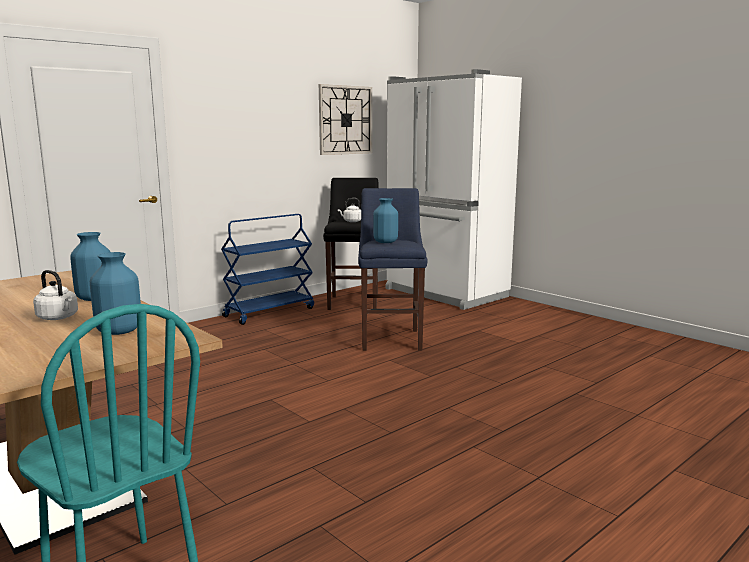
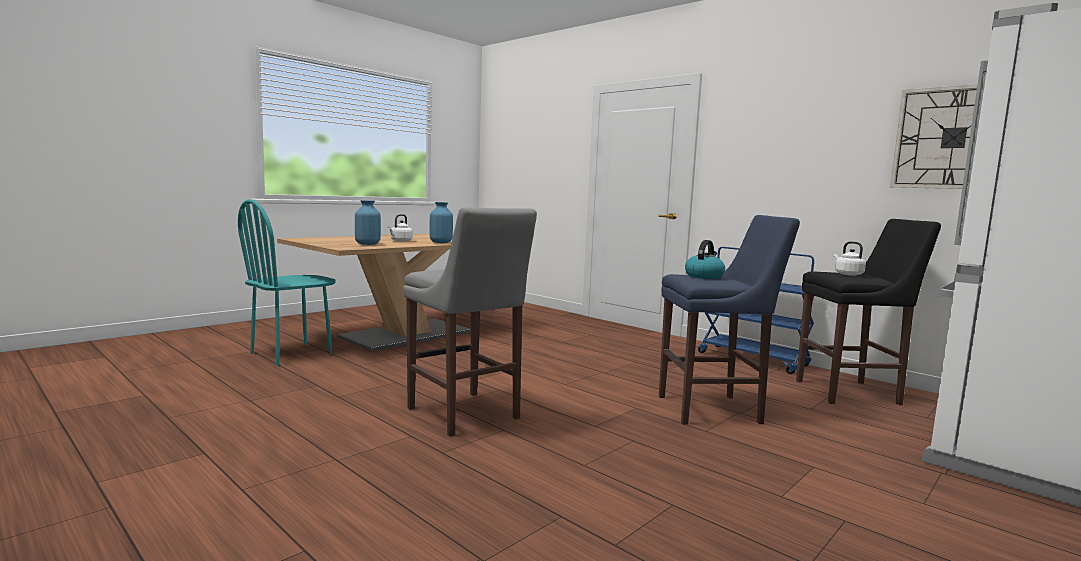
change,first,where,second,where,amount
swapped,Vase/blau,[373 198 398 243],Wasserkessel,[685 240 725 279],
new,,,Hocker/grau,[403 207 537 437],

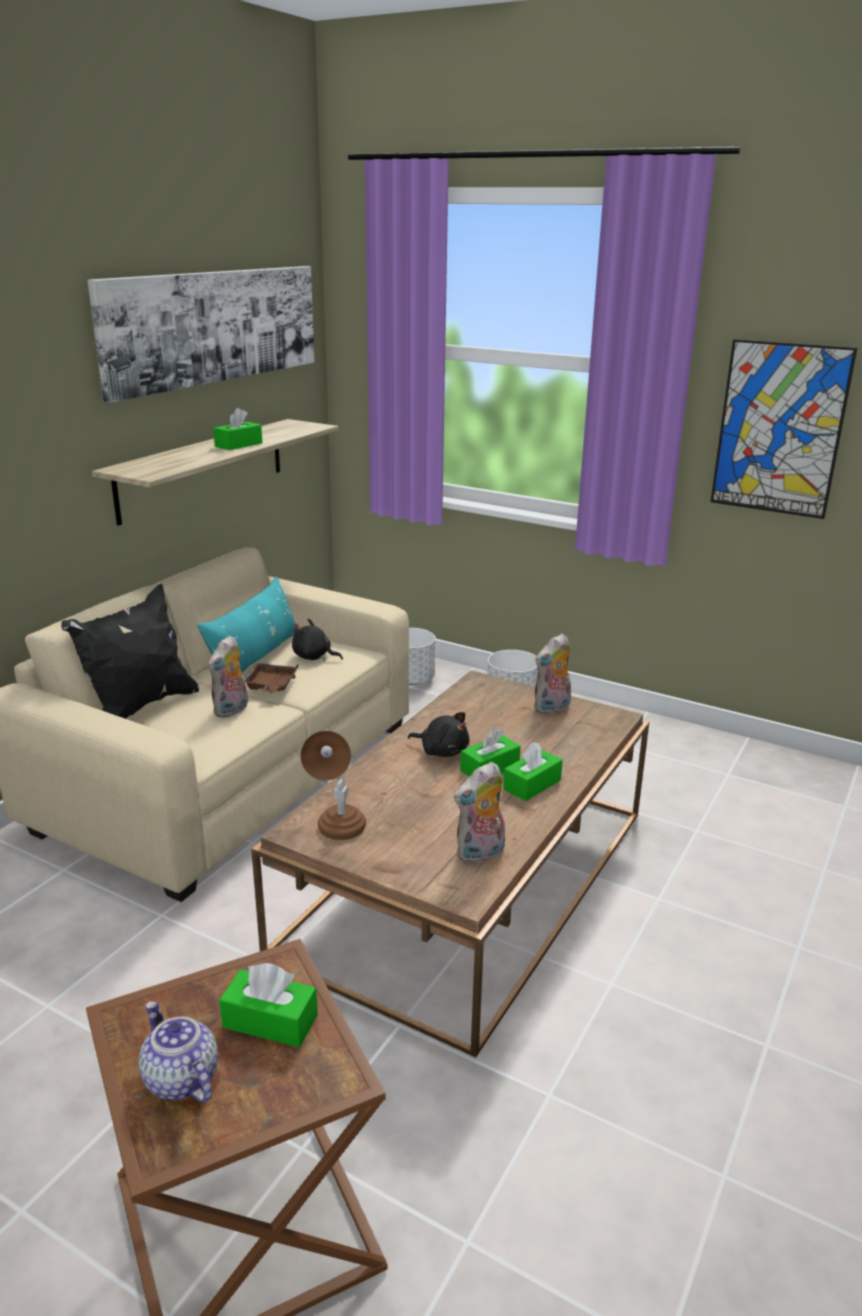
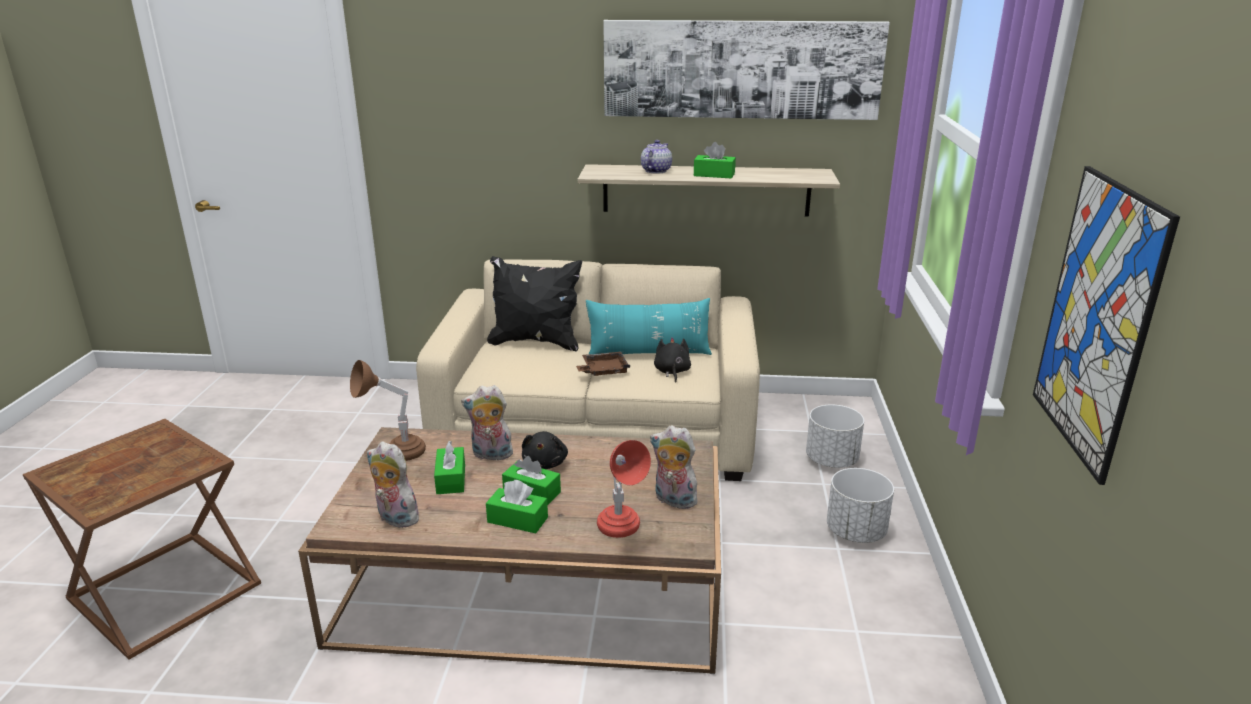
change,first,where,second,where,amount
shifted,Teekanne,[139 1001 218 1103],,[641 140 672 173],
shifted,Plüschtier,[208 635 248 718],,[461 385 515 460],
shifted,Taschentuchbox/grün,[219 963 318 1047],,[434 441 465 494],
new,,,Tischlampe/rot,[597 440 651 538],

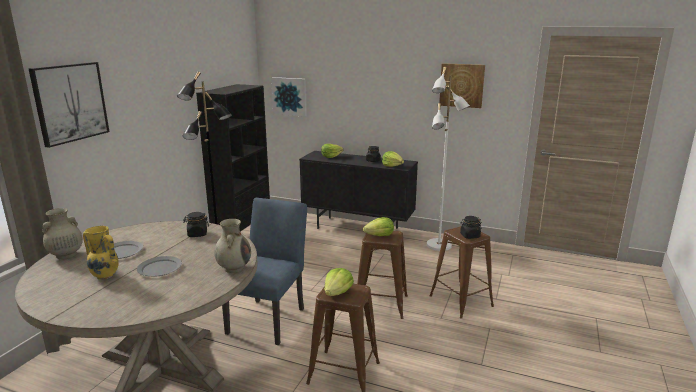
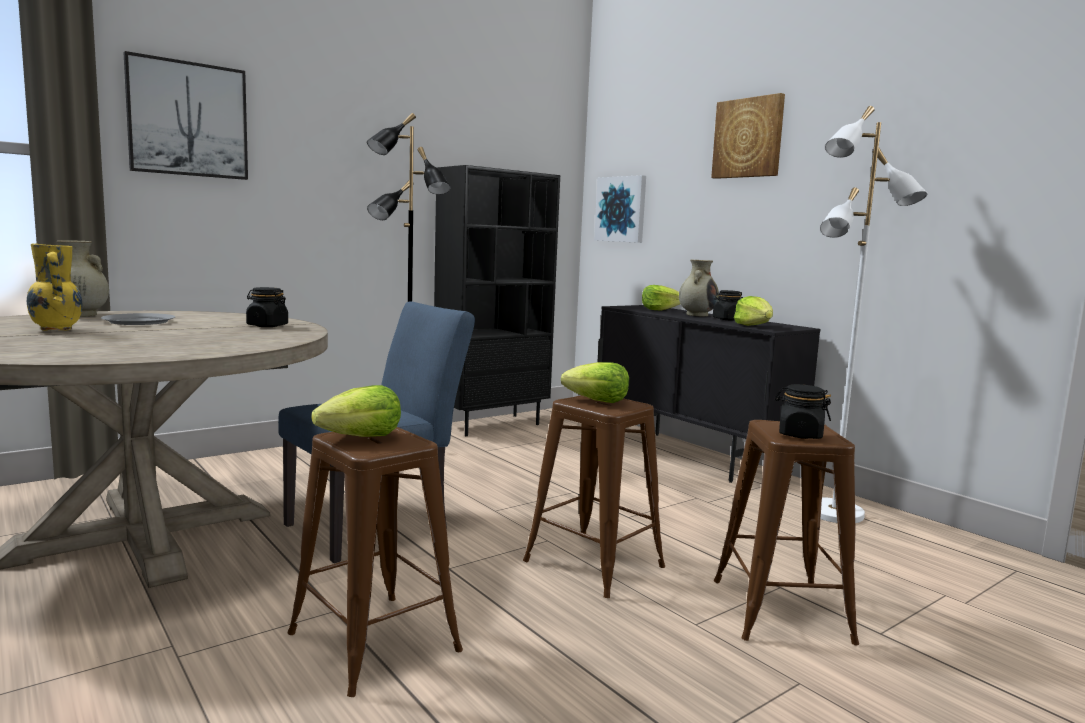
change,first,where,second,where,amount
gone,Teller/grau,[137 256 182 277],,,
shifted,Vase/beige,[214 219 251 273],,[679 260 719 316],
shifted,Bild,[439 63 485 108],,[711 93 785 179],

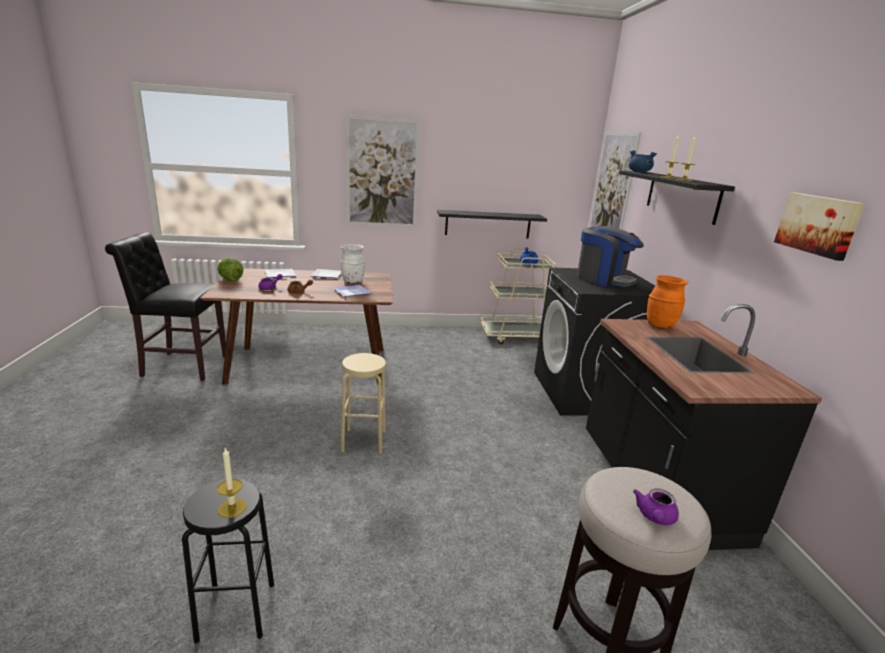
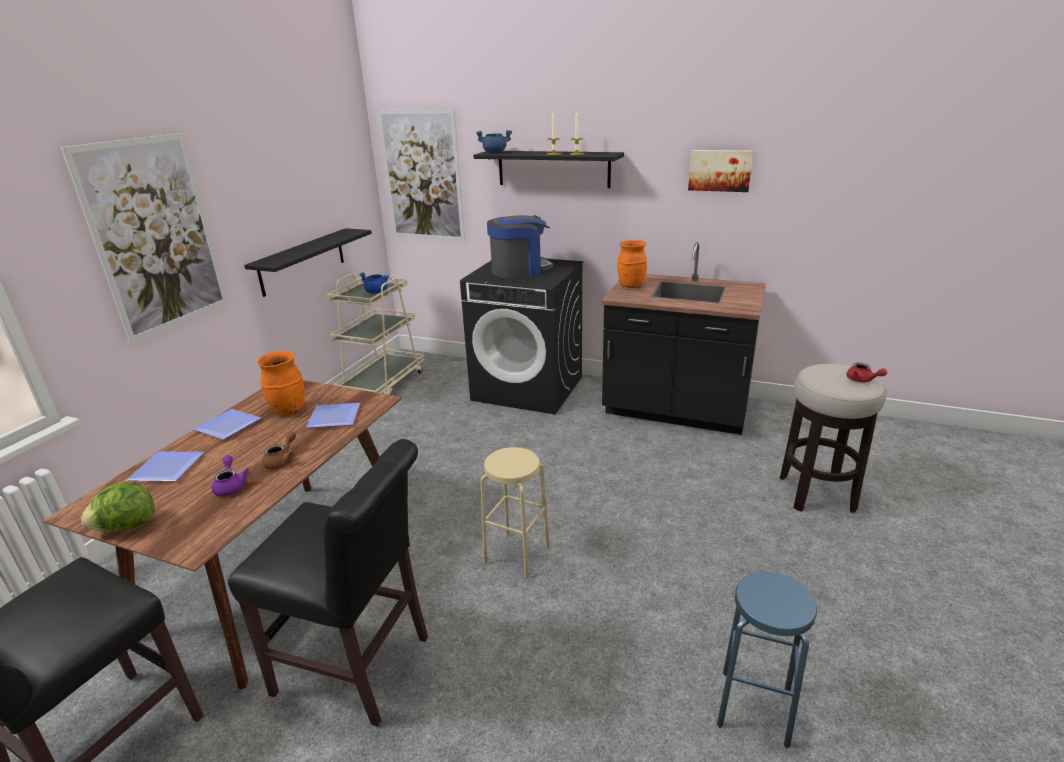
change,first,where,second,where,amount
repainted,Hocker/schwarz,[182 479 274 644],Hocker/blau,[717 571 817 748],
gone,Kerze,[217 448 247 518],,,
repainted,Vase/weiß,[340 244 365 284],Vase/orange,[257 351 305 416],
repainted,Teekanne/lila,[633 488 679 525],Teekanne/rot,[846 362 887 382],
new,,,Stuhl/schwarz,[228 439 428 727],

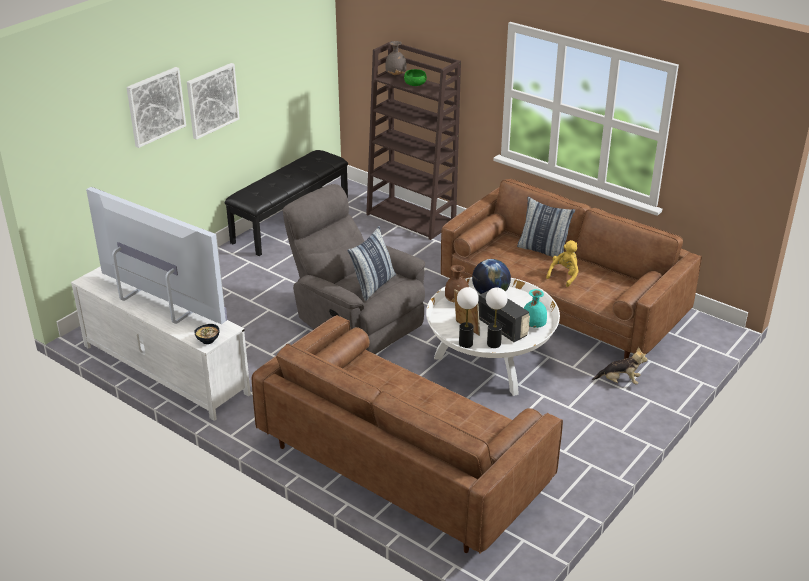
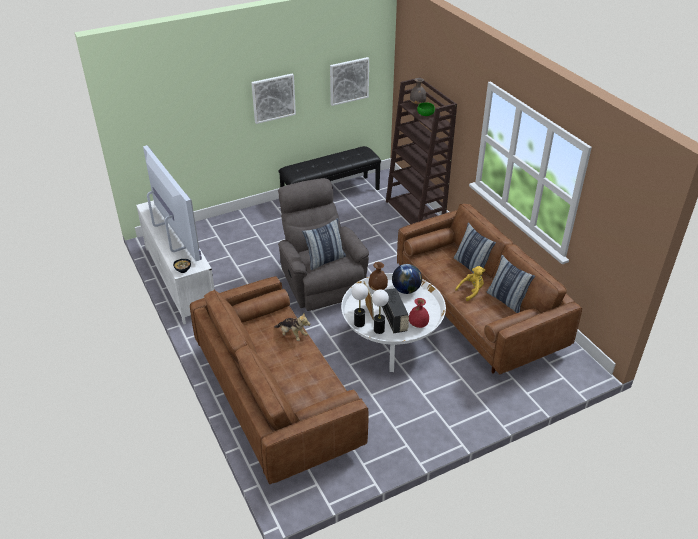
change,first,where,second,where,amount
shifted,Bild,[126 67 186 148],,[330 57 369 106],
repainted,Vase/türkis,[524 289 547 328],Vase/rot,[409 298 429 328],
shifted,Plüschtier,[592 347 648 384],,[274 313 311 341],
new,,,Kissen,[487 255 535 313],

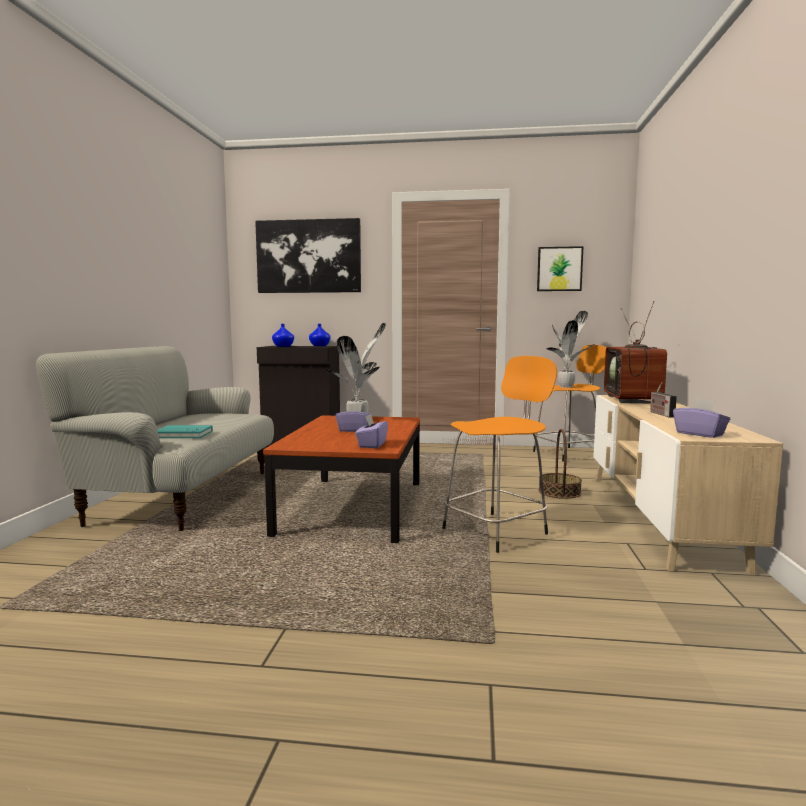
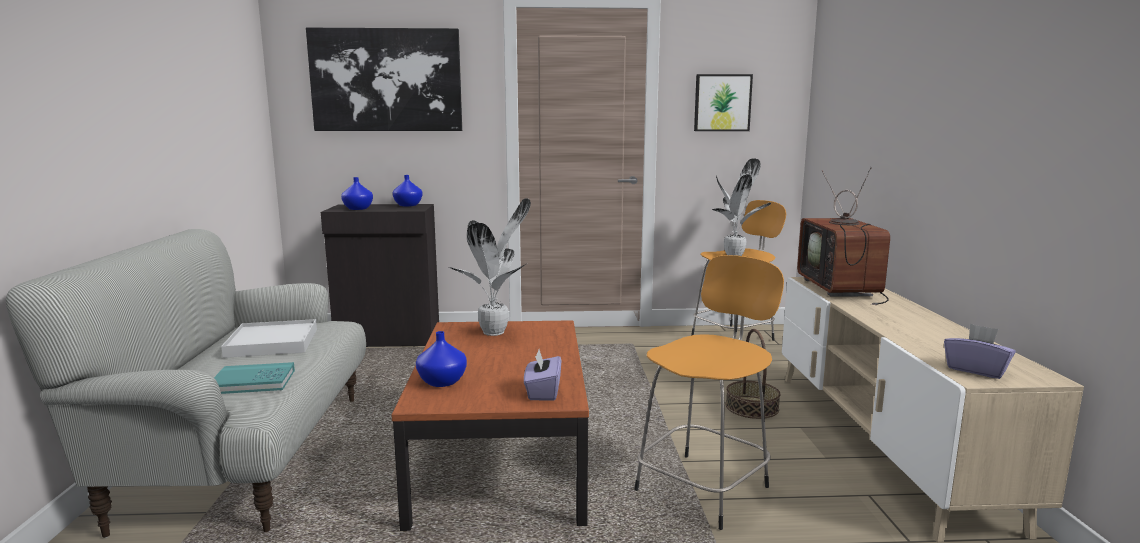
change,first,where,second,where,amount
gone,Taschentuchbox/lila,[336 403 370 432],,,
gone,Radio,[650 382 677 417],,,
new,,,Tablett/weiß,[221 319 317 358],
new,,,Vase/blau,[416 331 467 387],

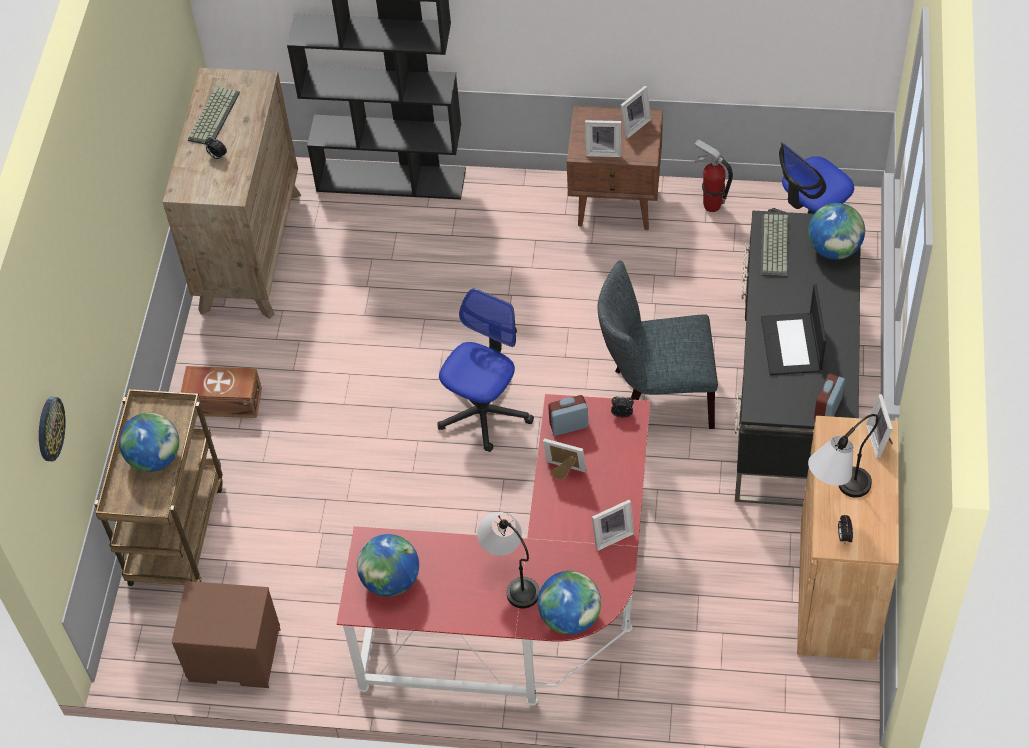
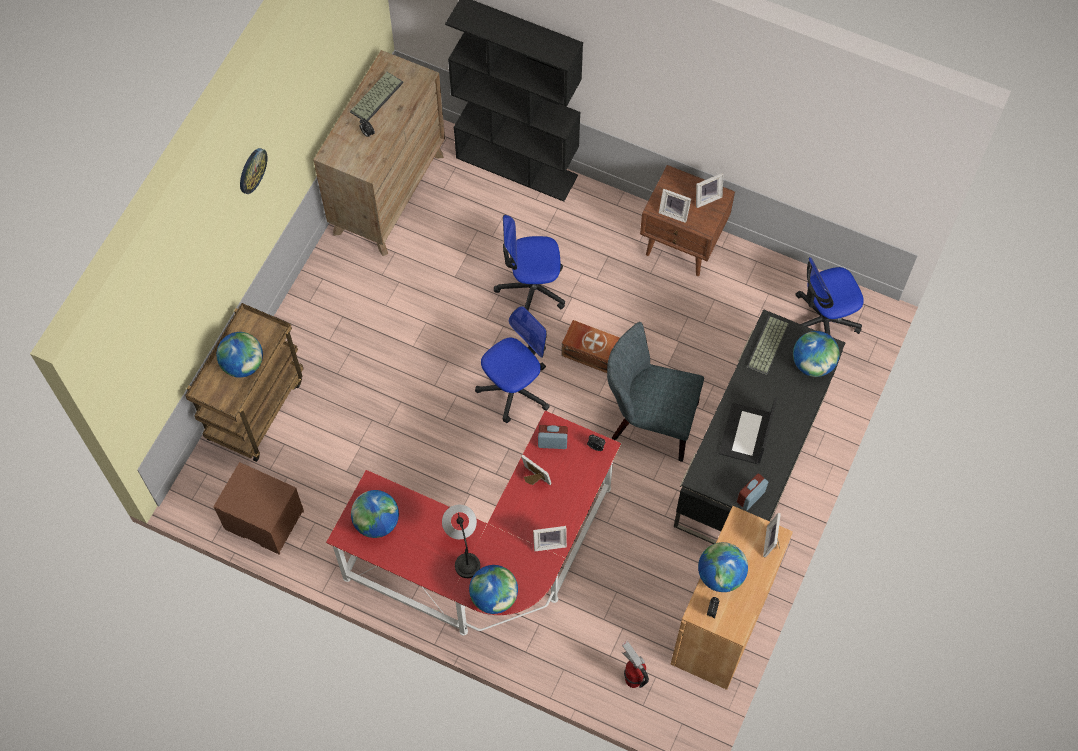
change,first,where,second,where,amount
shifted,Wanduhr,[39 397 66 461],,[240 148 267 194],
shifted,Aufbewahrungsbox/braun,[181 366 262 418],,[561 320 620 373],
shifted,Feuerlöscher,[694 139 733 212],,[622 641 649 688],
swapped,Tischlampe,[808 414 878 498],Globus,[698 542 748 592],
new,,,Bürostuhl,[494 215 565 311],

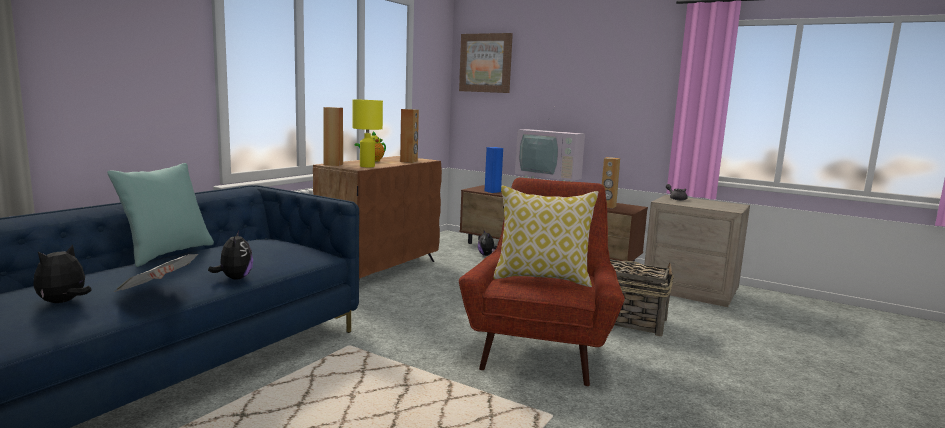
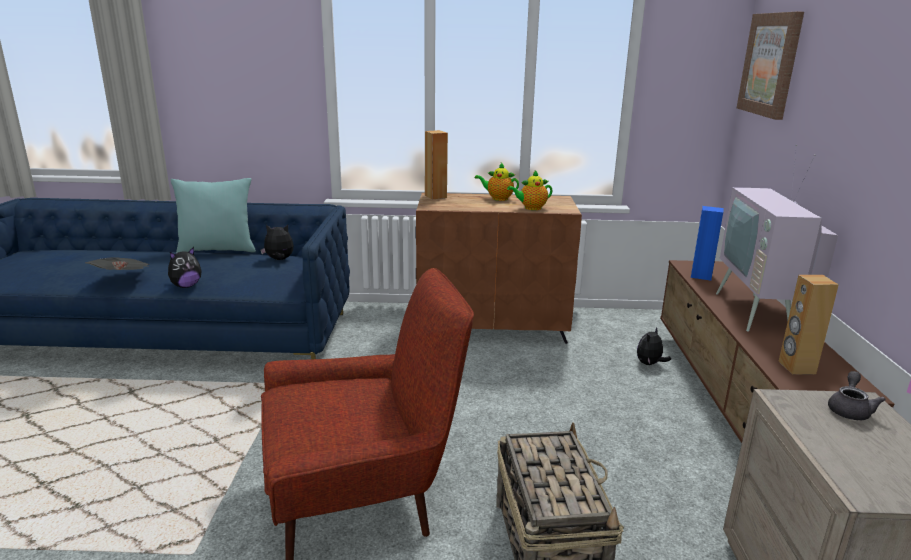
change,first,where,second,where,amount
shifted,Plüschtier,[33 244 92 303],,[260 224 294 260],
gone,Tischlampe/gelb,[352 99 383 167],,,
swapped,Lautsprecher/braun,[400 109 419 163],Teekanne,[507 170 553 210],
gone,Kissen,[493 186 598 287],,,

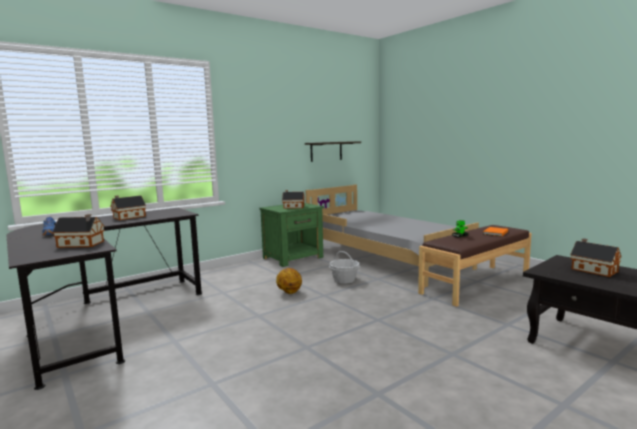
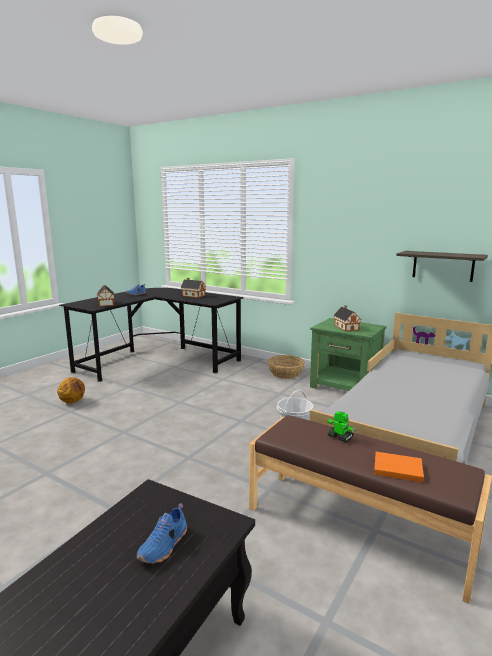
change,first,where,second,where,amount
shifted,Basketball,[276 268 302 294],,[57 377 85 403],
swapped,Spielzeughaus,[570 238 622 277],Schuh/blau,[137 503 187 564],
new,,,Korb,[268 355 305 379],

